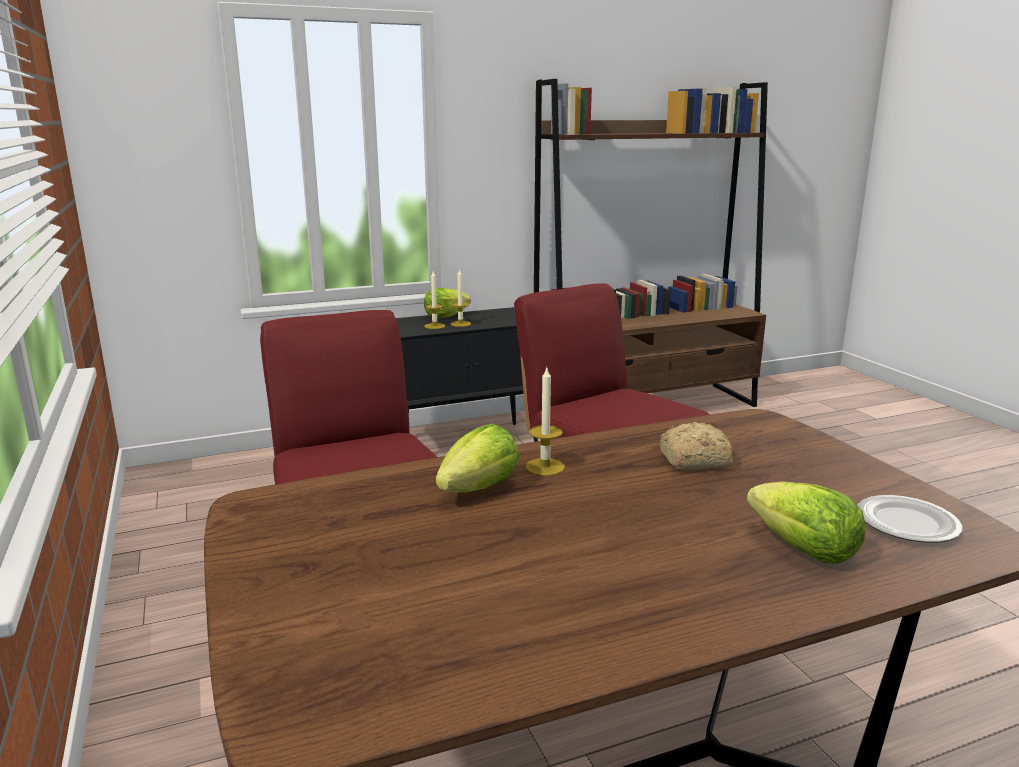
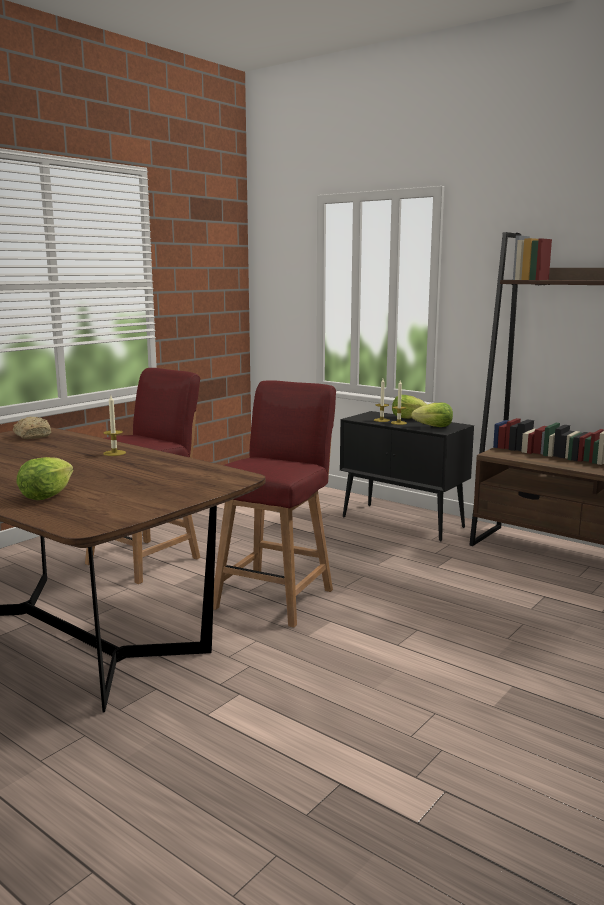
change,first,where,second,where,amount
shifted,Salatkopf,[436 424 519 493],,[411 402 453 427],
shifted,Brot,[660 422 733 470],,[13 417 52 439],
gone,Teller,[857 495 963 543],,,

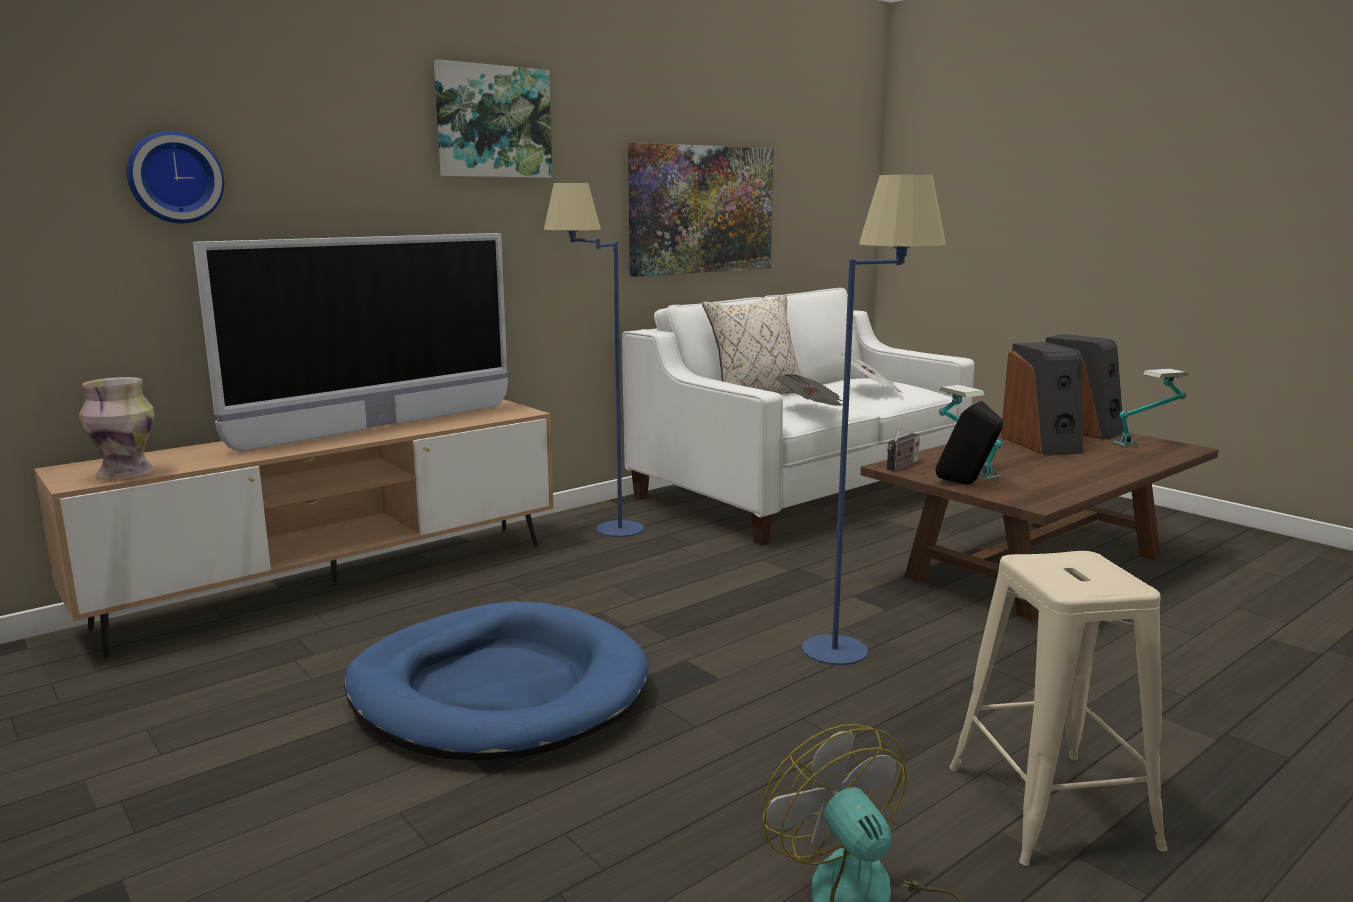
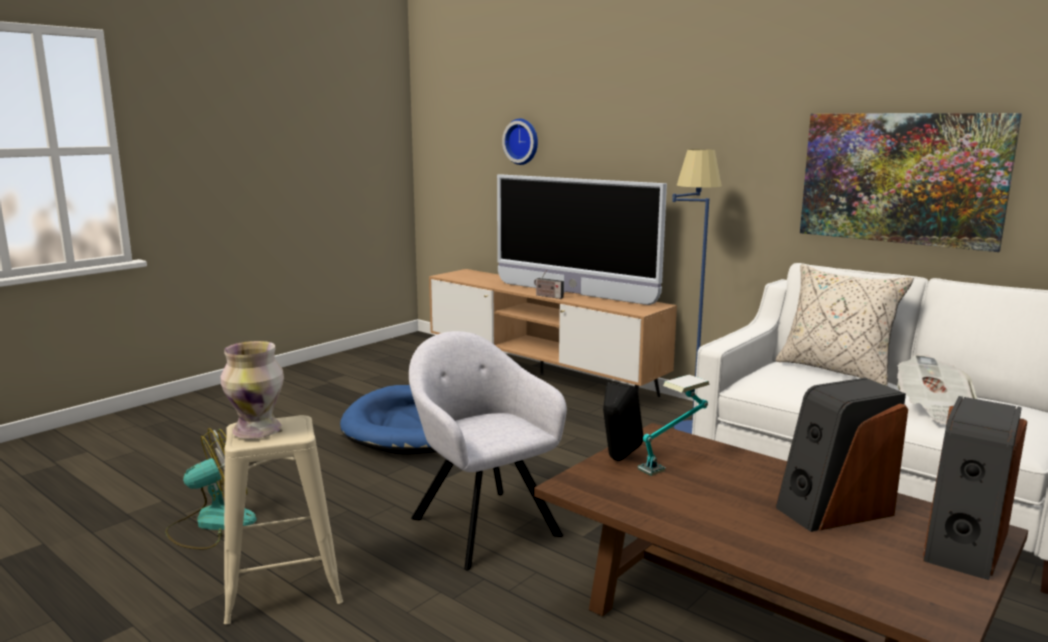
change,first,where,second,where,amount
shifted,Vase,[79 377 155 479],,[221 341 284 439],
gone,Bild,[434 59 552 178],,,
gone,Zeitung,[774 374 843 406],,,
swapped,Stehlampe/blau,[802 175 946 665],Sessel/grau,[409 331 567 570],
shifted,Radio,[887 424 920 471],,[534 270 564 299],
gone,Tischlampe,[1113 369 1188 448],,,

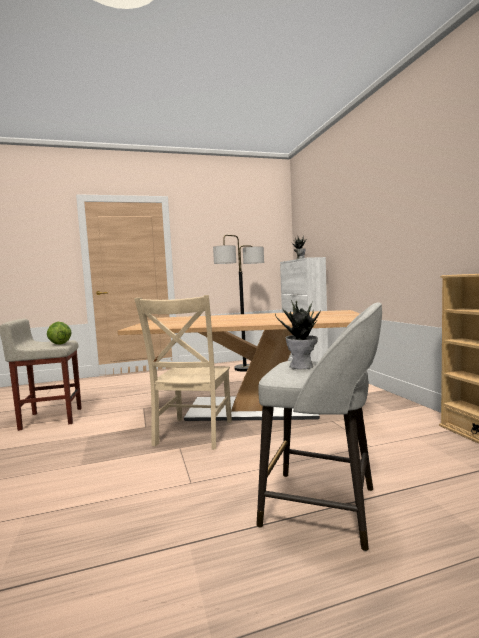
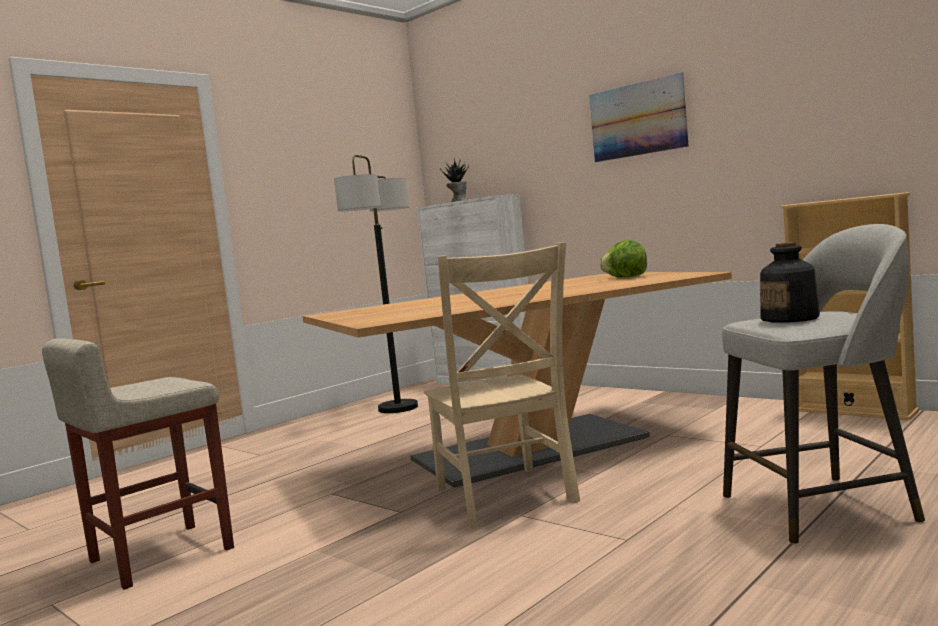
change,first,where,second,where,amount
shifted,Salatkopf,[47 322 72 345],,[600 240 647 278],
swapped,Topfpflanze,[275 300 321 369],Flasche,[760 242 820 323],
new,,,Bild,[589 72 689 162],

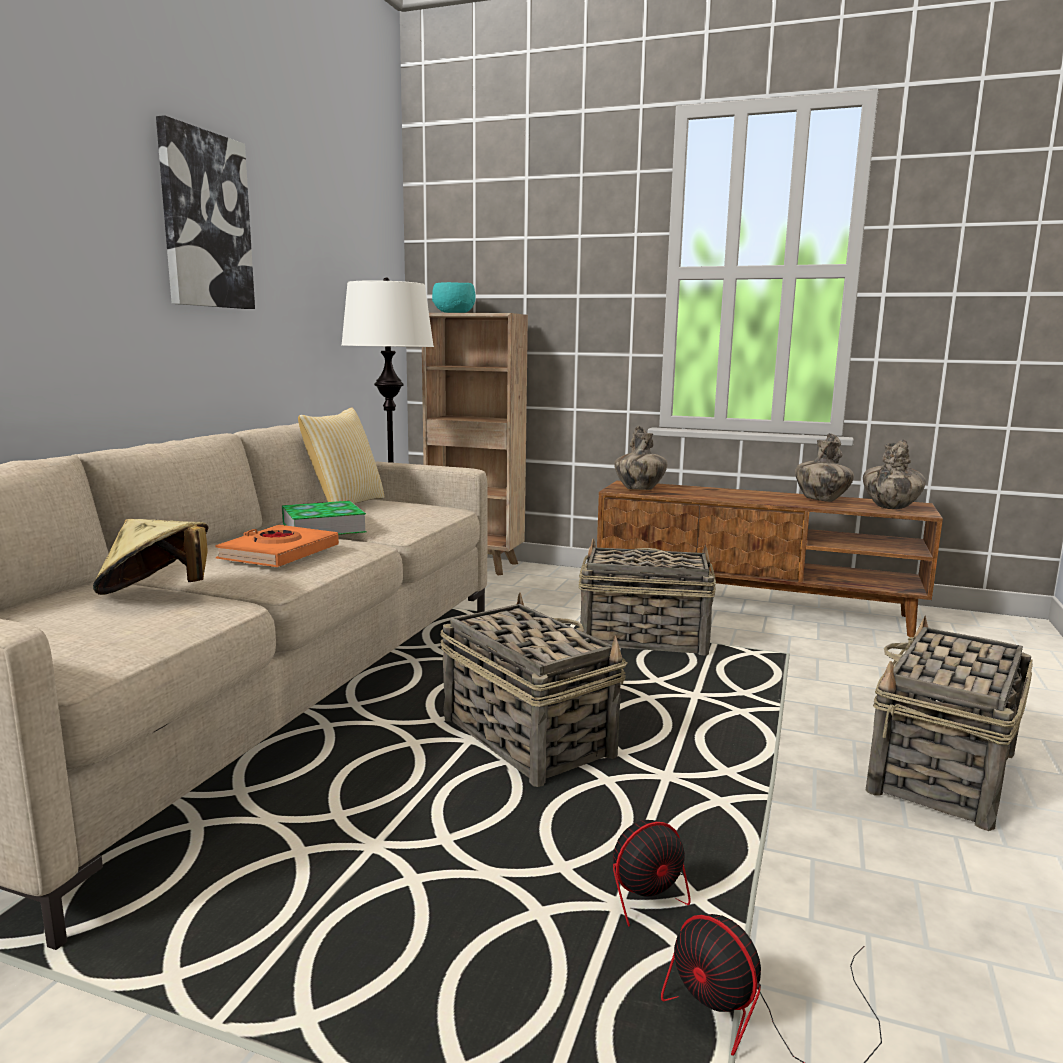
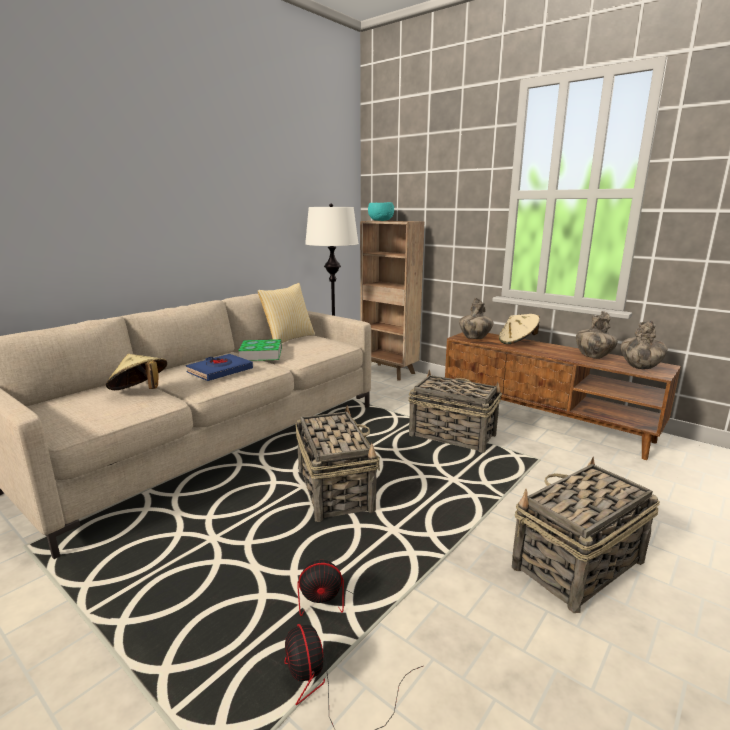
change,first,where,second,where,amount
gone,Bild,[156 115 255 309],,,
repainted,Buch/orange,[215 525 339 567],Buch/blau,[186 354 253 381],
new,,,Hut/beige,[499 314 540 344],

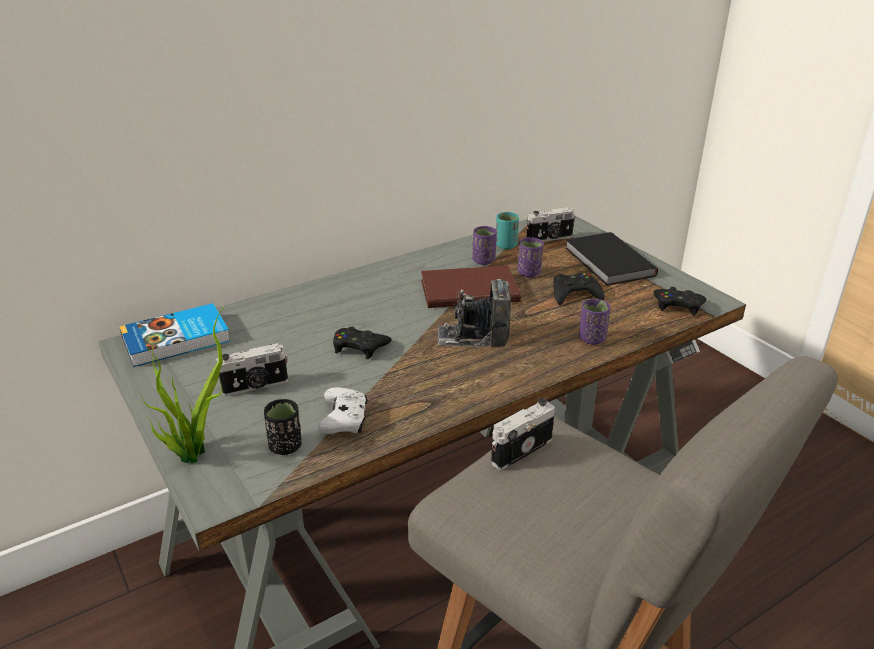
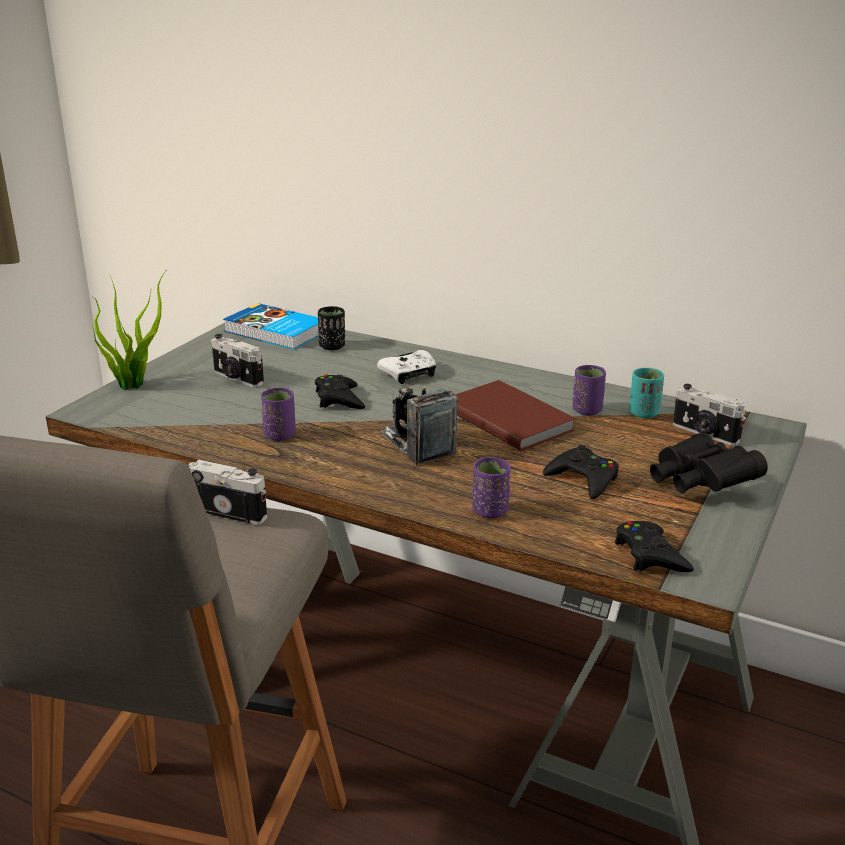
change,first,where,second,where,amount
shifted,Tasse/schwarz,[264 399 302 455],,[318 306 345 350],
shifted,Gamepad/weiß,[318 387 368 434],,[377 350 436 384],
shifted,Tasse/lila,[517 237 544 277],,[261 387 296 441],
swapped,Buch/schwarz,[565 232 658 286],Fernglas/schwarz,[650 432 768 493],

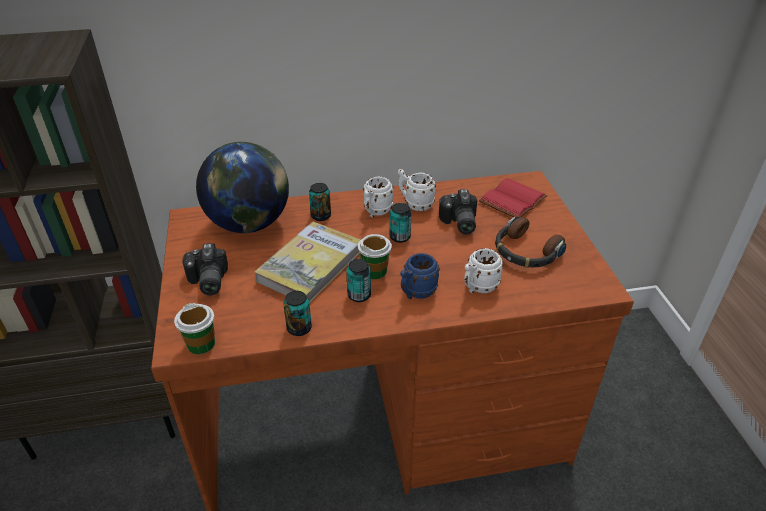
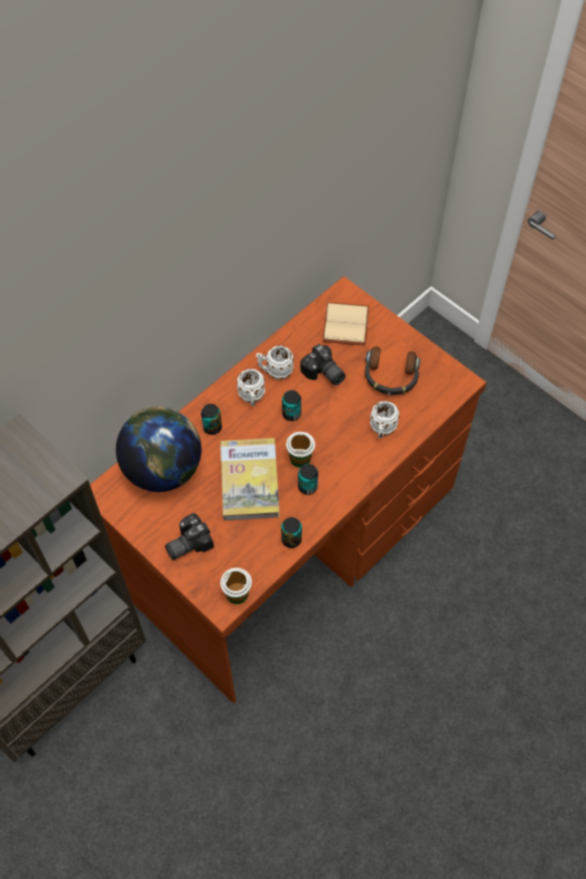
change,first,where,second,where,amount
rotated,Kamera,[182 243 228 295],,[165 513 214 560],105 degrees clockwise
gone,Henkelbecher/blau,[400 253 440 299],,,
repainted,Buch/rot,[479 178 547 218],Buch/beige,[323 302 369 345],

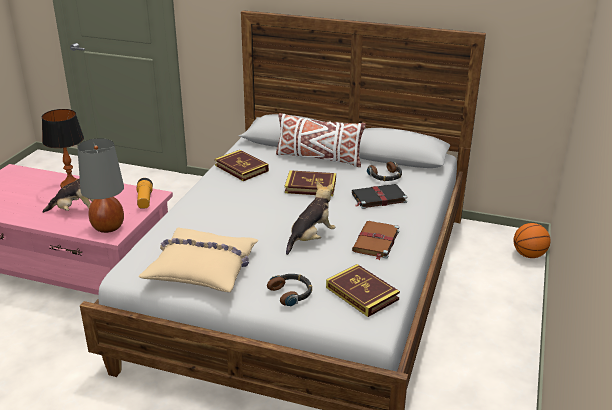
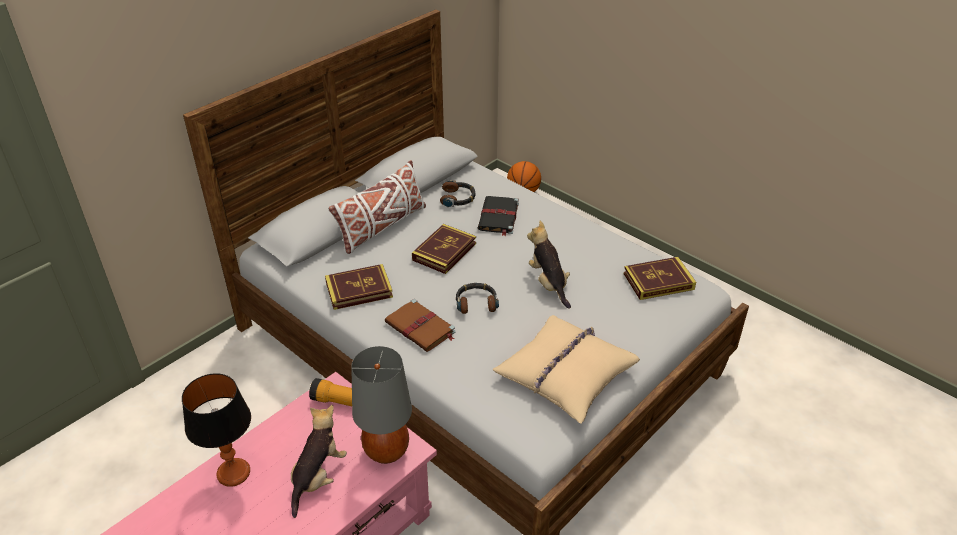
change,first,where,second,where,amount
shifted,Kopfhörer,[267 274 312 307],,[456 283 499 314],
shifted,Buch/braun,[352 221 399 260],,[385 299 455 352],

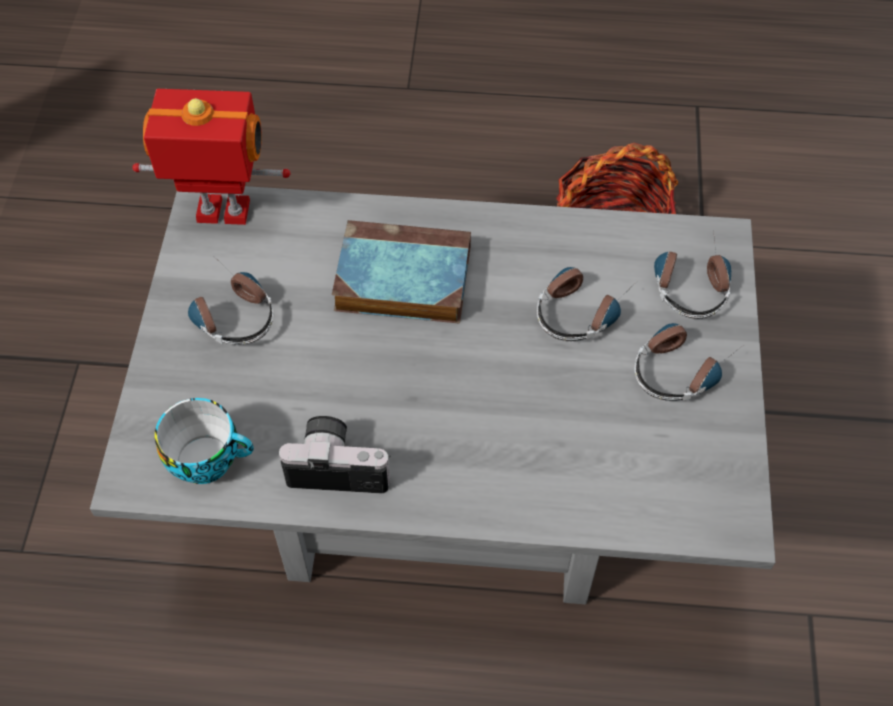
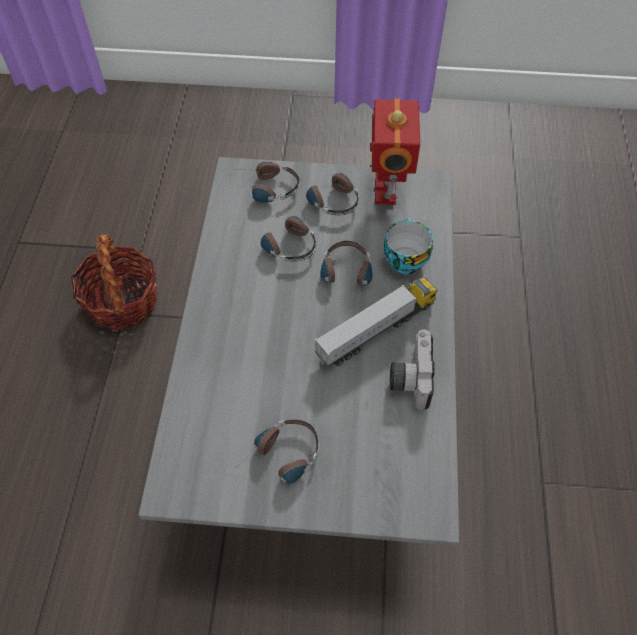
change,first,where,second,where,amount
shifted,Spielzeugroboter,[132 89 291 225],,[371 98 420 205],
shifted,Tasse,[155 398 254 484],,[384 218 433 274],
gone,Buch,[332 220 471 323],,,
new,,,Spielzeuglaster,[315 278 437 367],
new,,,Kopfhörer,[320 241 372 289],

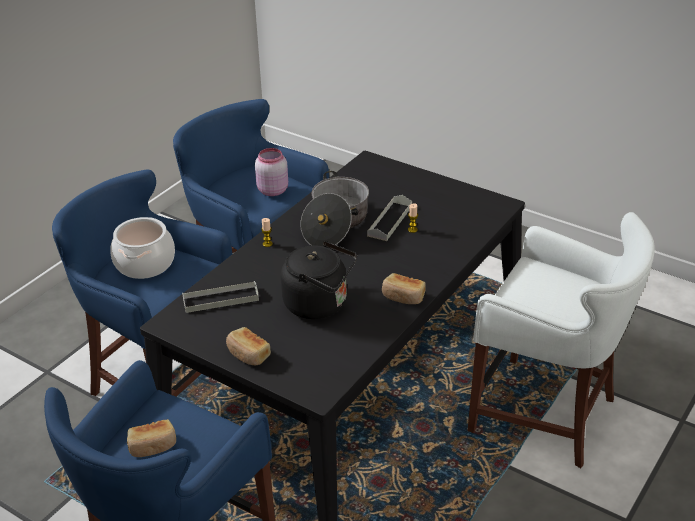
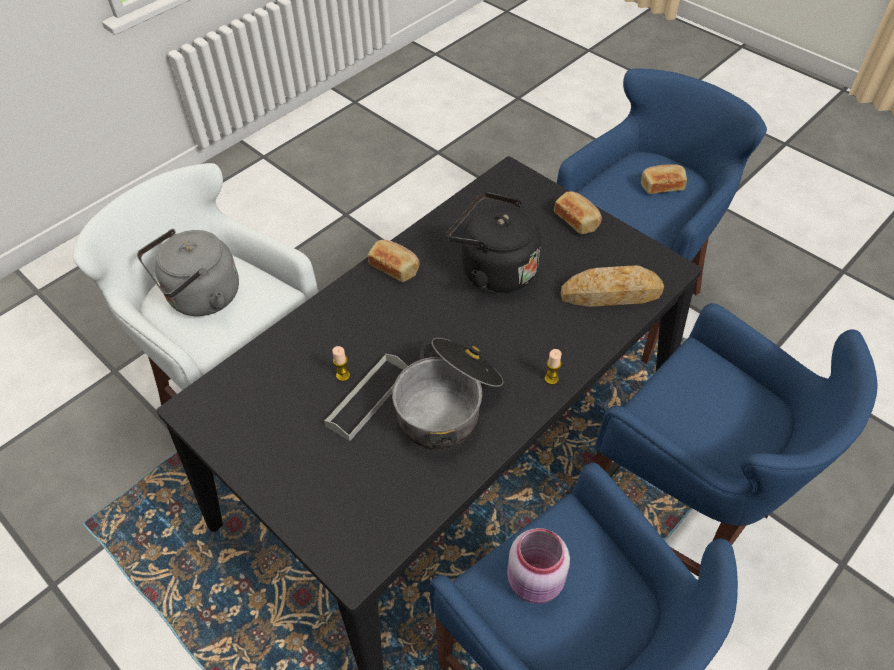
change,first,where,second,where,amount
gone,Kochtopf,[110 217 175 279],,,
swapped,Tablett/grau,[182 281 259 313],Brot,[561 265 664 307],
new,,,Wasserkessel/grau,[137 229 239 316],

